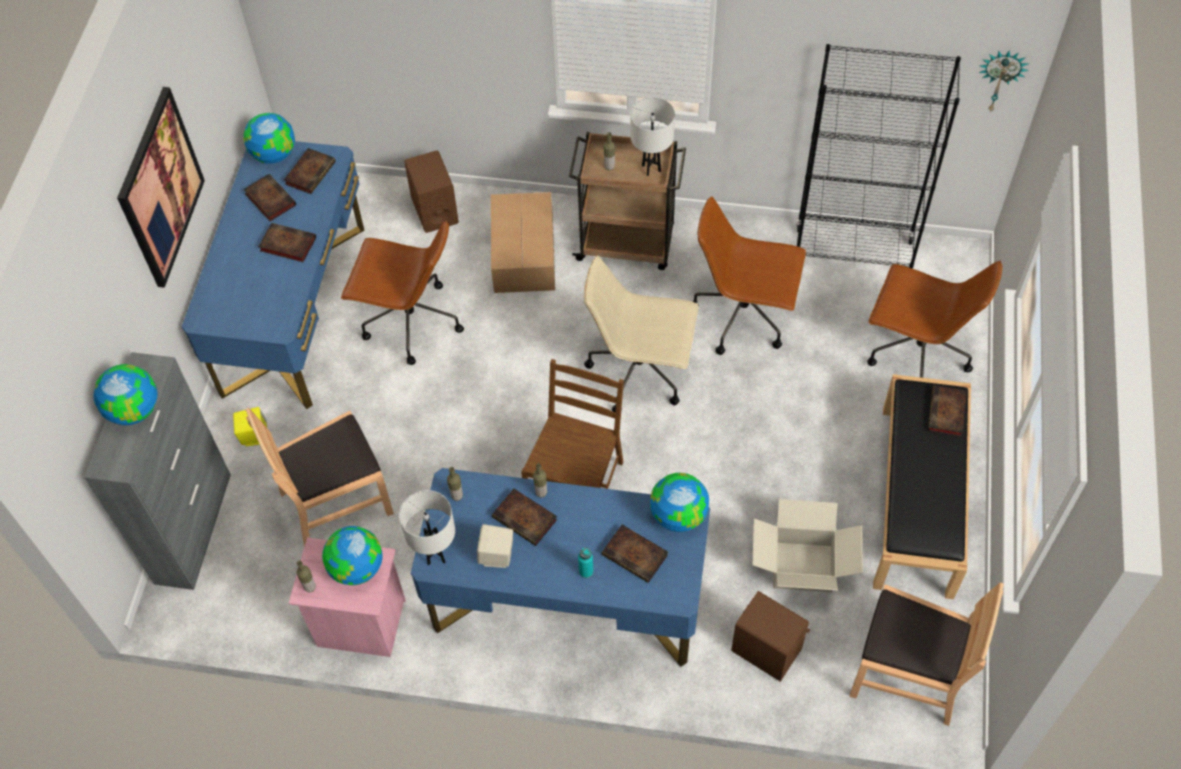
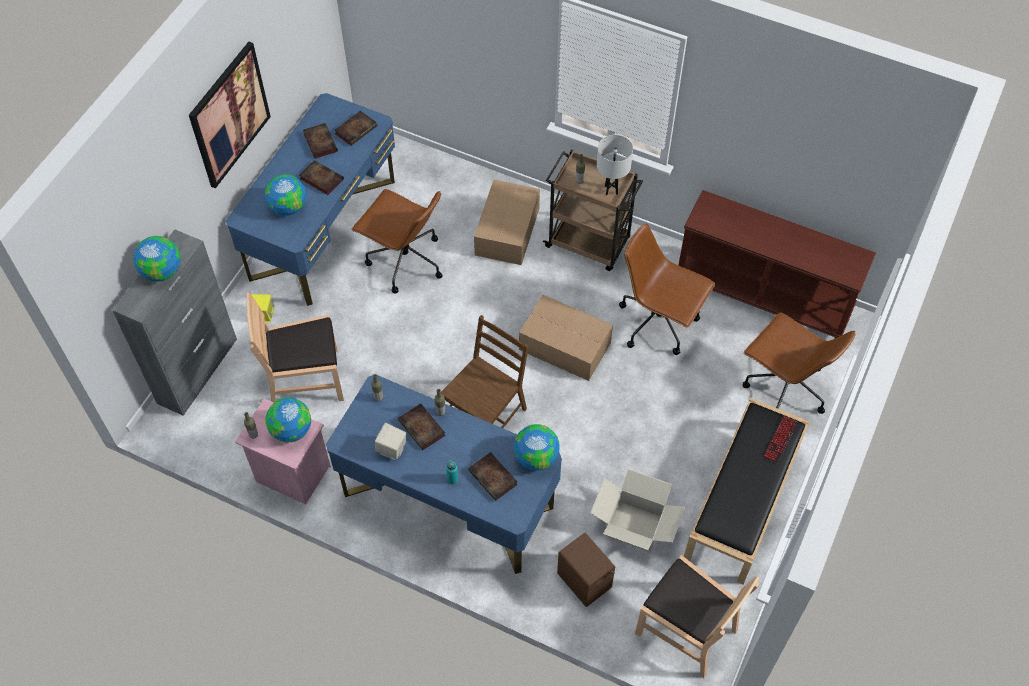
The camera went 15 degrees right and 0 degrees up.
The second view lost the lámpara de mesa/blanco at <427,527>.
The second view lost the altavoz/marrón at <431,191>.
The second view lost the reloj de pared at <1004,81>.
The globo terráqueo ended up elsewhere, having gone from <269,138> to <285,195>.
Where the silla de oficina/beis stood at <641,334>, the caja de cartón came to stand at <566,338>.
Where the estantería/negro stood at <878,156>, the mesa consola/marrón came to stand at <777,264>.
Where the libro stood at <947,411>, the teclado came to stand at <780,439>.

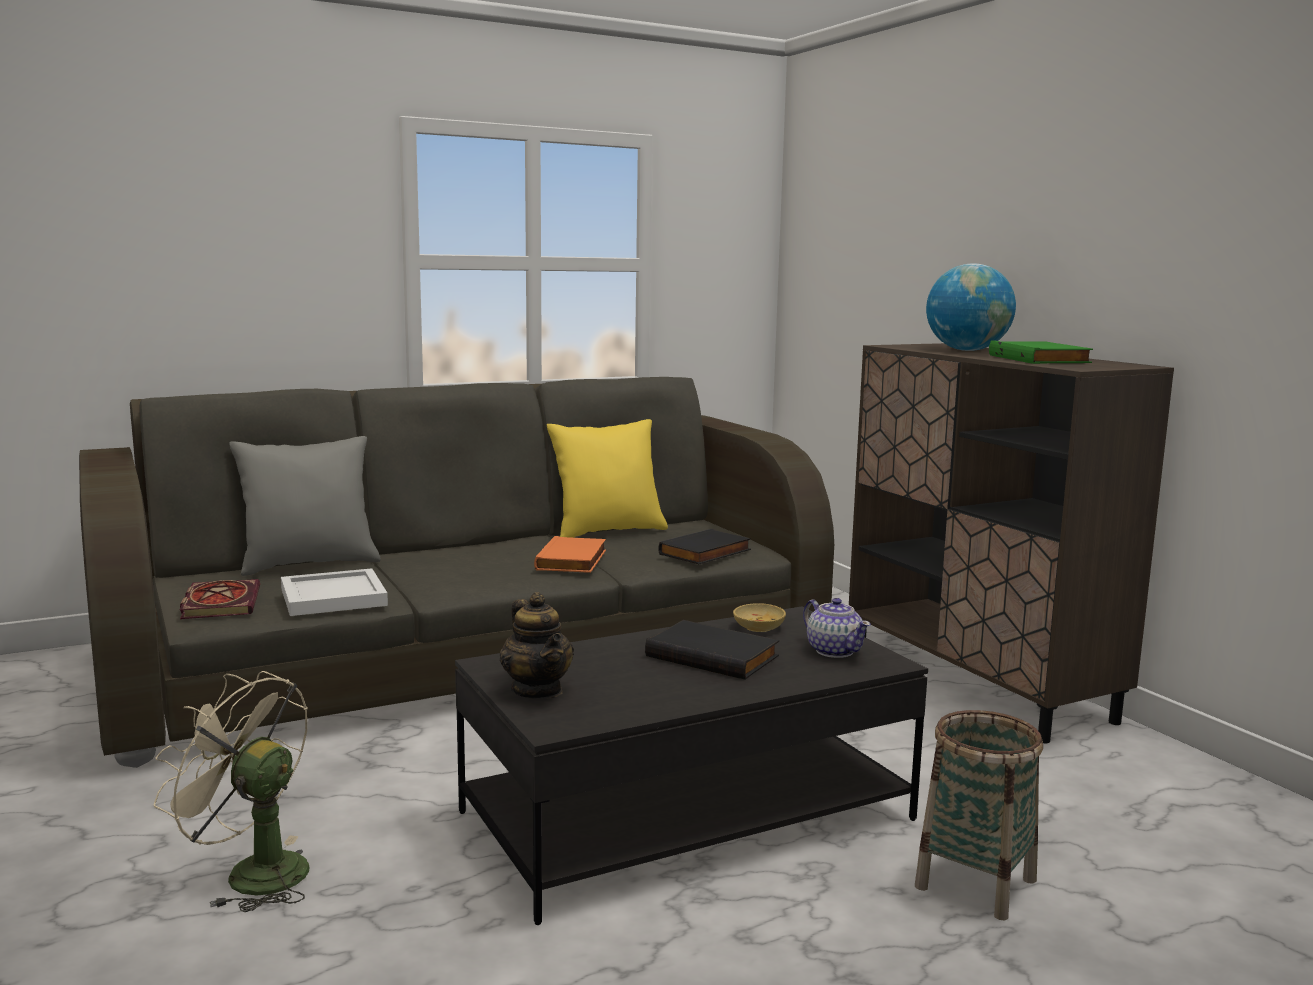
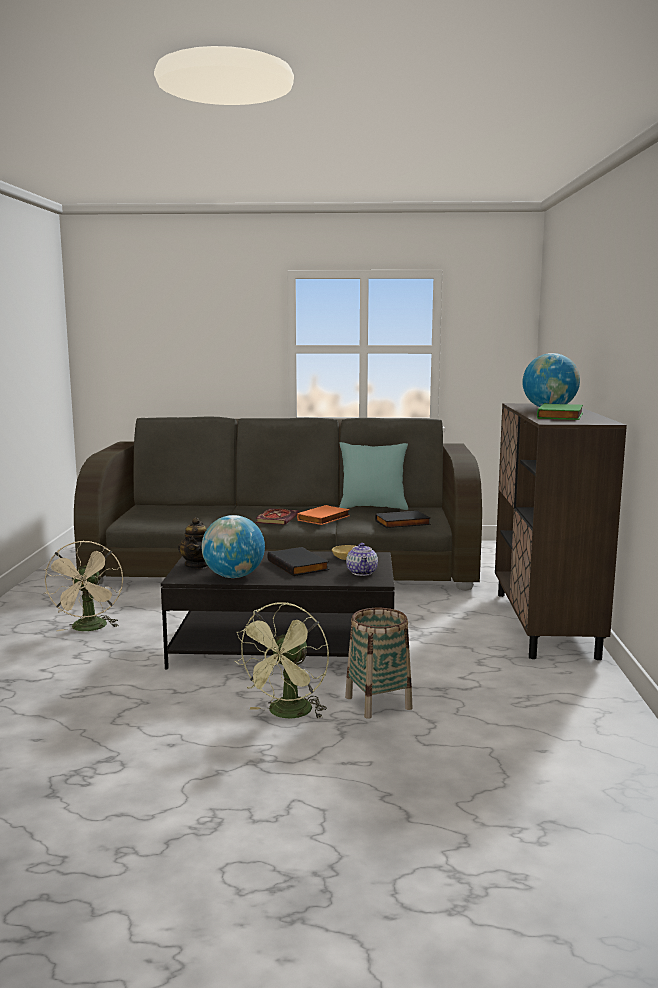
The camera went 30 degrees right and 0 degrees up.
The second view lost the cojín/gris at <305,506>.
The second view lost the bandeja/blanco at <334,592>.
The second view gained the globo terráqueo at <233,546>.
The second view gained the ventilador/verde at <281,660>.
The libro ended up elsewhere, having gone from <220,599> to <277,517>.
What was the cojín/amarillo at <607,478> turned into the cojín/turquesa at <373,476>.
The ventilador/beis at <231,791> ended up facing another way, 150 degrees counterclockwise from before.

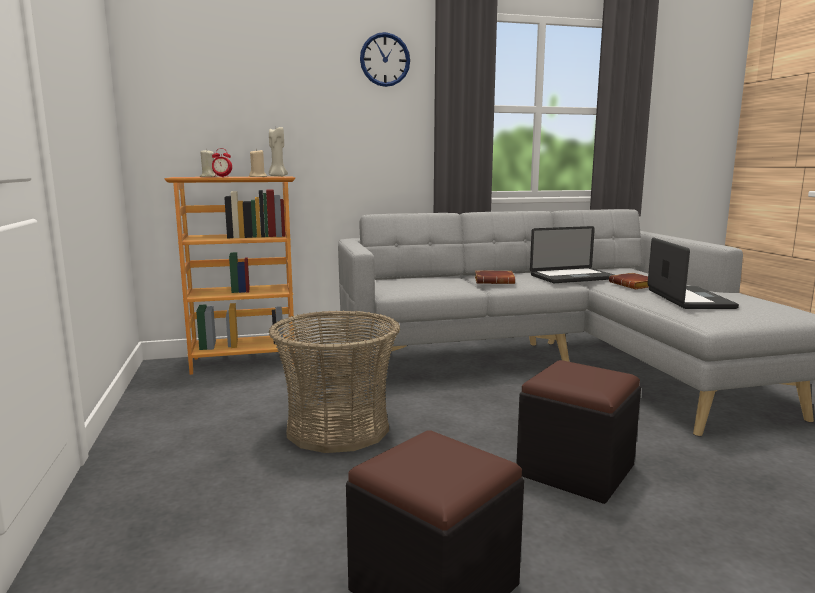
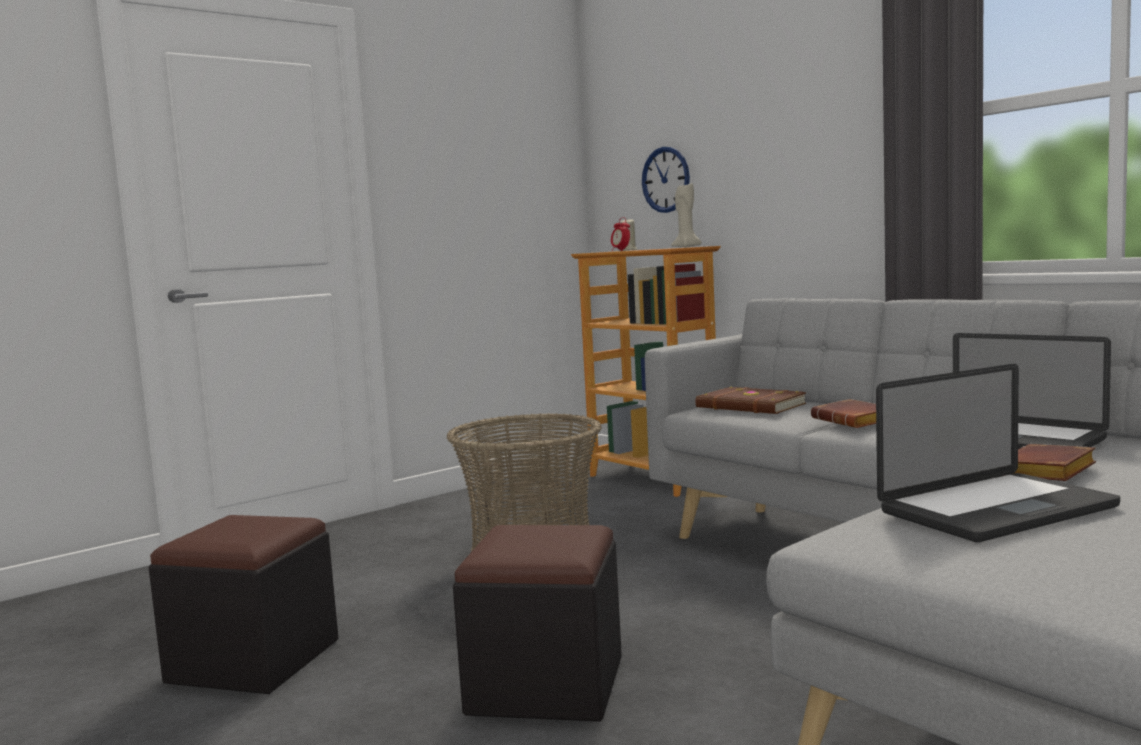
The camera went 65 degrees right and 5 degrees down.
The second view lost the vela/beis at <258,163>.
The second view gained the libro/marrón at <751,400>.
The reloj de pared ended up elsewhere, having gone from <385,59> to <666,180>.

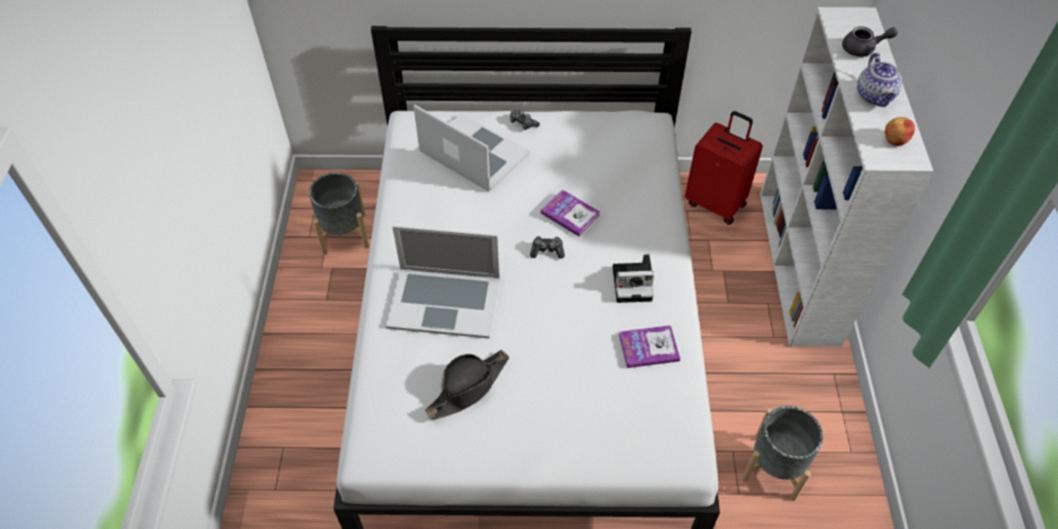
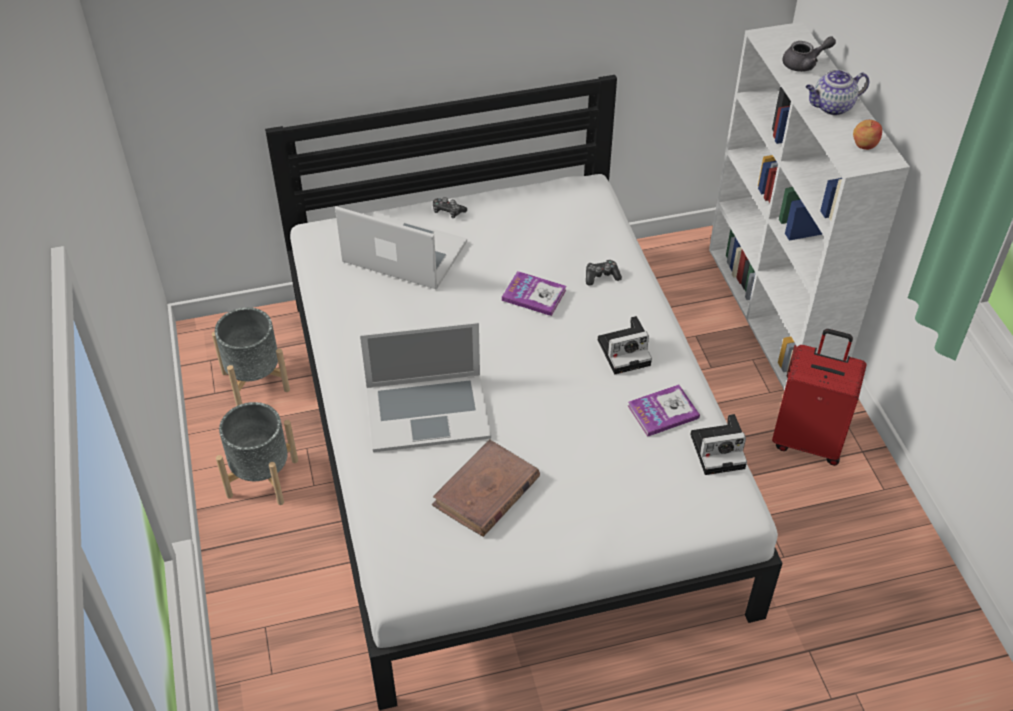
The camera went 15 degrees left and 5 degrees down.
The second view gained the cámara at <719,444>.
The mando de consola ended up elsewhere, having gone from <547,247> to <604,272>.
The maleta/rojo ended up elsewhere, having gone from <724,168> to <819,397>.
The maceta/gris ended up elsewhere, having gone from <782,453> to <257,453>.
Where the sombrero/negro stood at <467,385>, the libro/marrón came to stand at <486,488>.
The tetera at <879,80> ended up facing another way, 90 degrees clockwise from before.

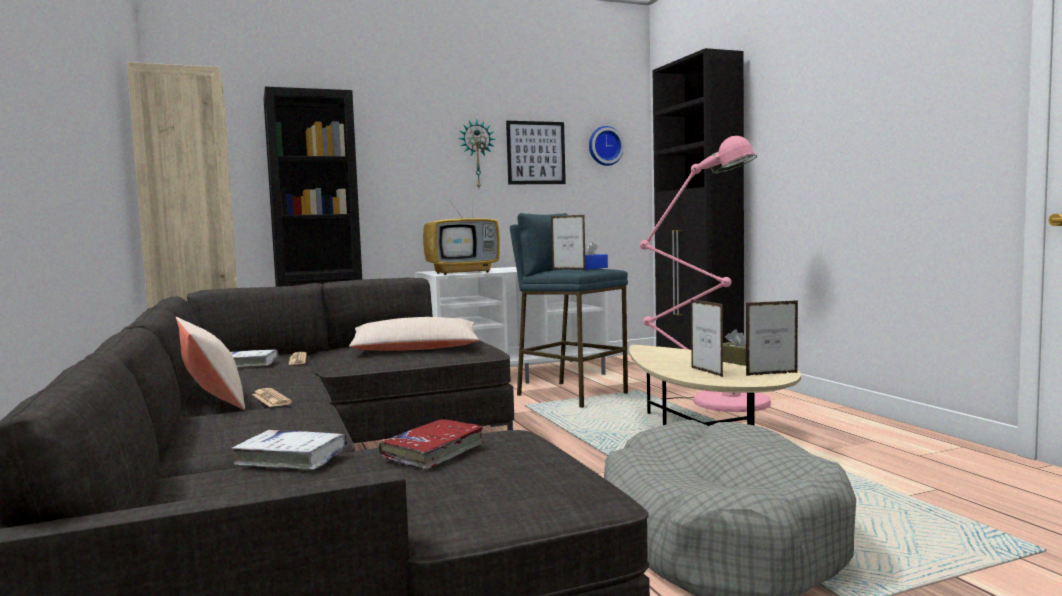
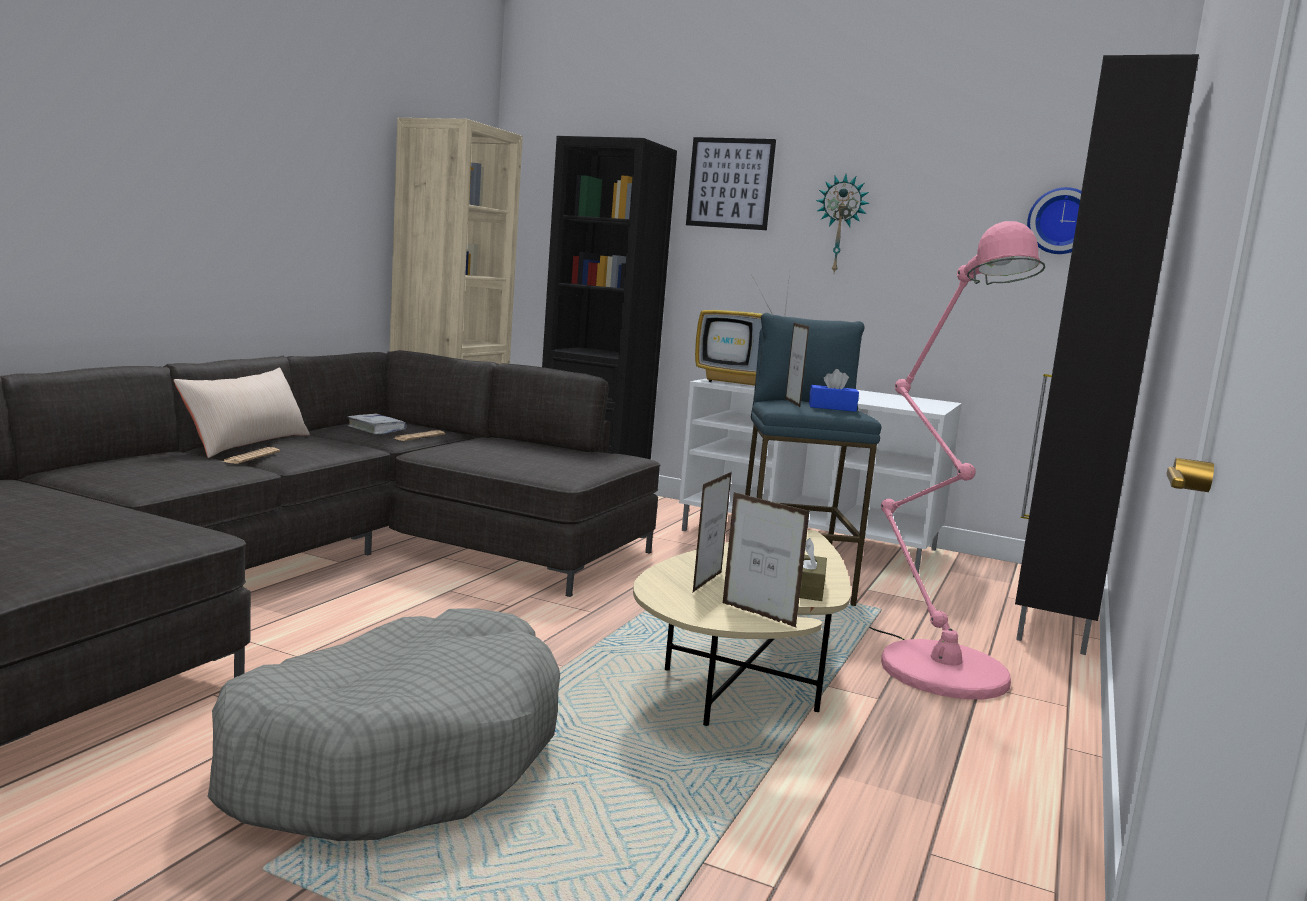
The camera went 45 degrees right and 5 degrees up.
The second view lost the libro/blanco at <289,450>.
The second view lost the cojín/beis at <414,334>.
The second view lost the libro/rojo at <431,444>.
The cuadro ended up elsewhere, having gone from <536,152> to <731,183>.

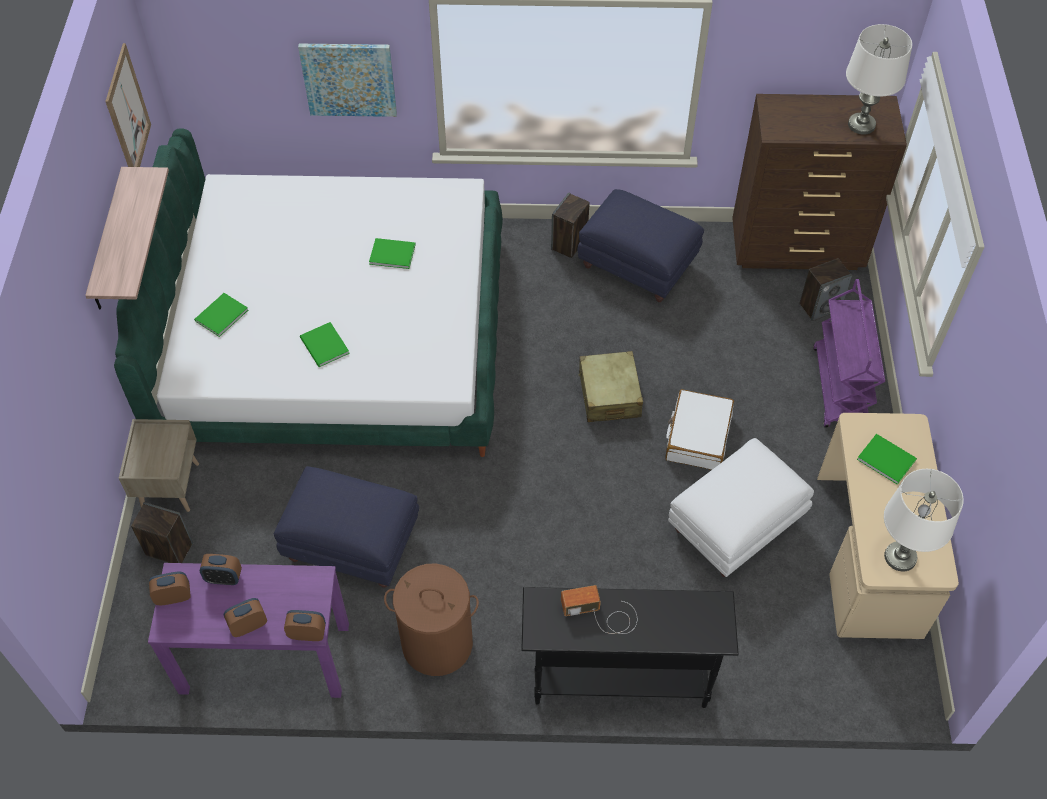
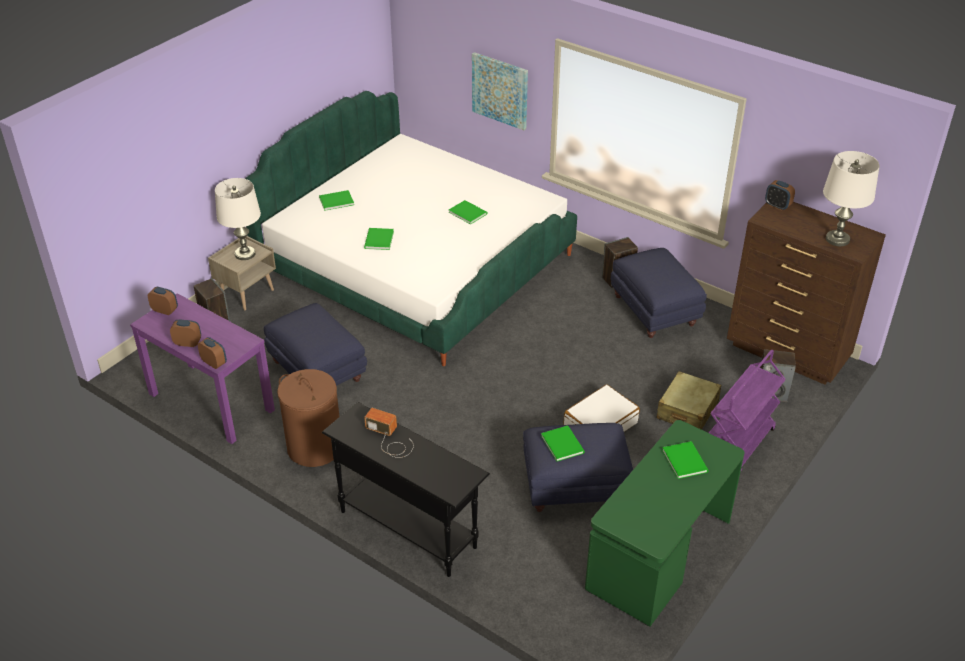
The camera went 35 degrees right and 15 degrees down.
The second view lost the estante at <127,238>.
The second view lost the cuadro at <128,105>.
The second view gained the libro/verde at <563,443>.
The despertador ended up elsewhere, having gone from <220,569> to <780,195>.
The maleta/beis ended up elsewhere, having gone from <611,386> to <688,400>.
The lámpara de mesa/blanco ended up elsewhere, having gone from <924,520> to <238,219>.
What was the puf/blanco at <741,507> turned into the puf/azul at <578,467>.
What was the escritorio/beis at <888,526> turned into the escritorio/verde at <665,523>.

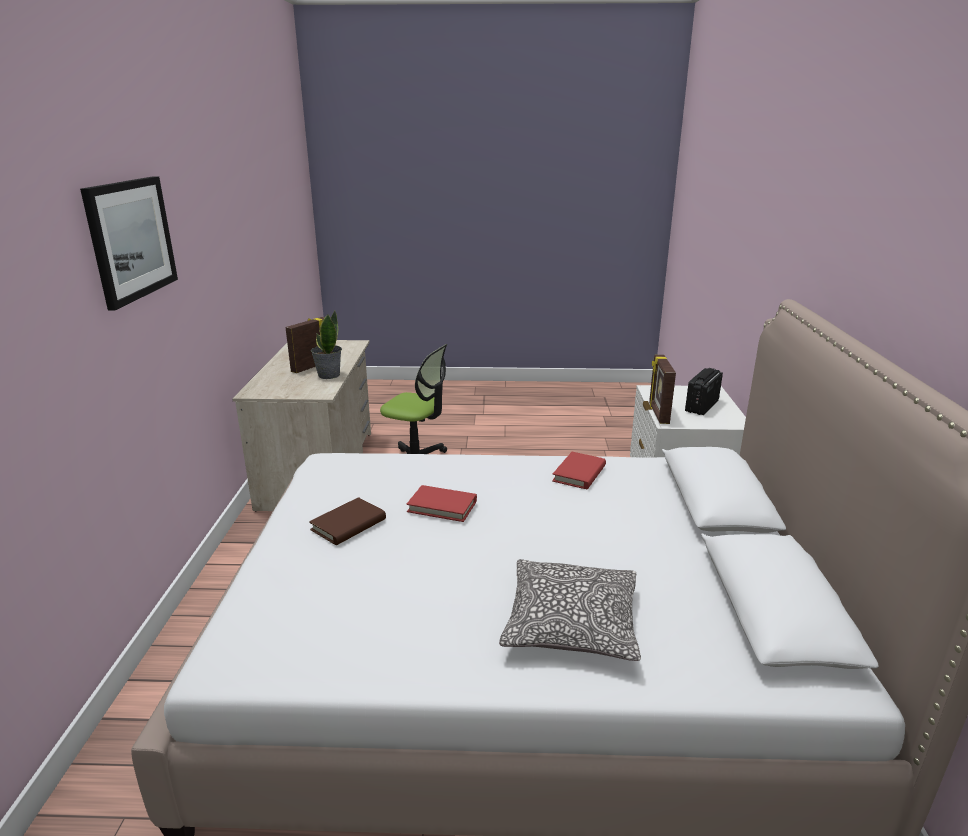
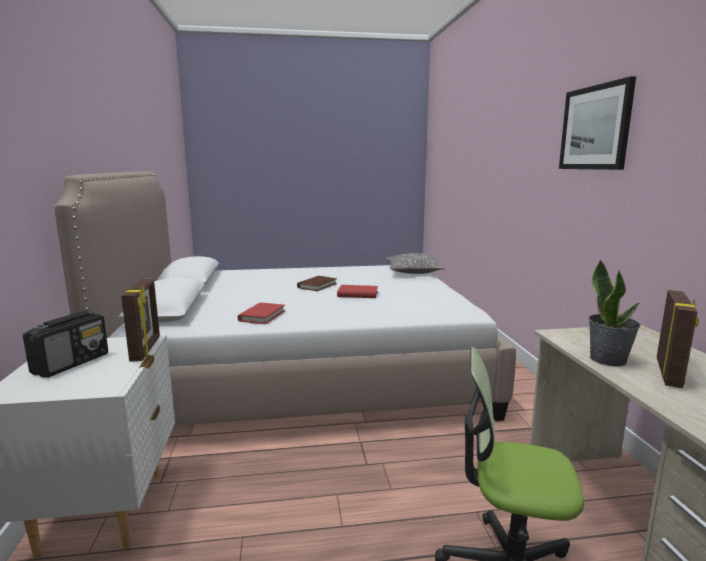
The camera went 170 degrees right and 10 degrees down.
The libro/marrón ended up elsewhere, having gone from <347,521> to <317,283>.
The cojín ended up elsewhere, having gone from <570,610> to <415,263>.

